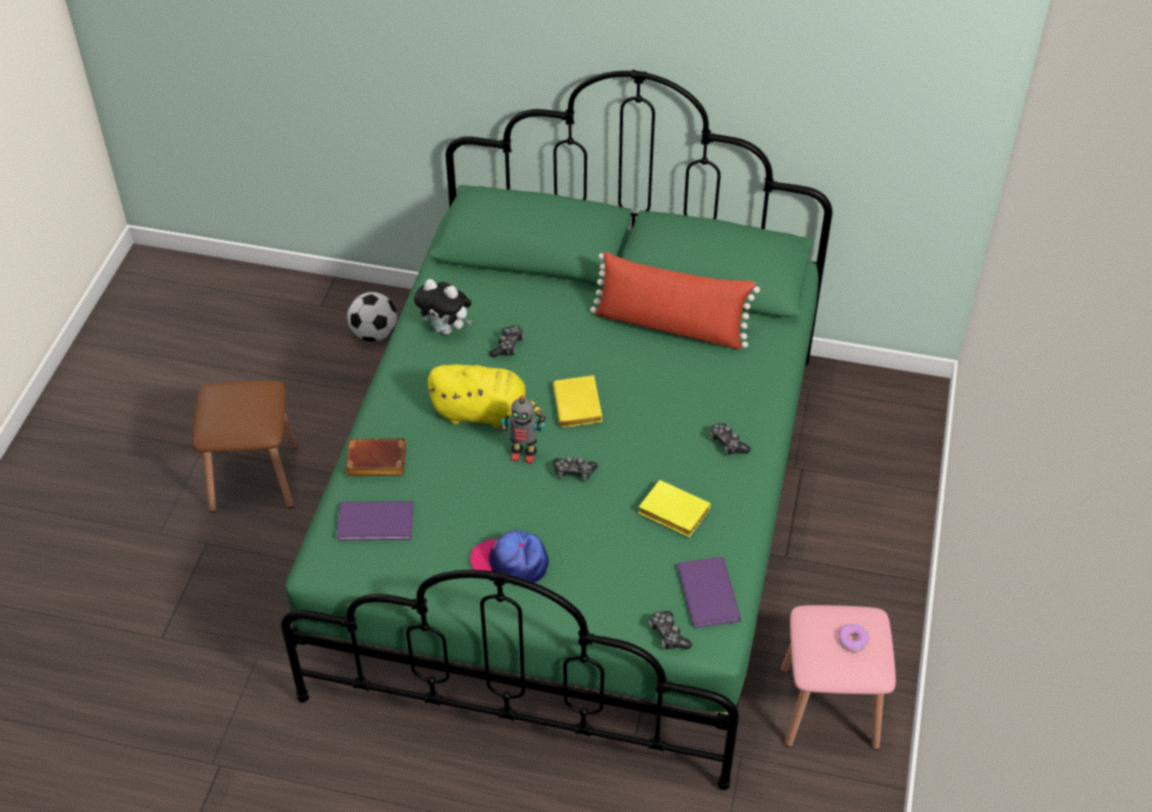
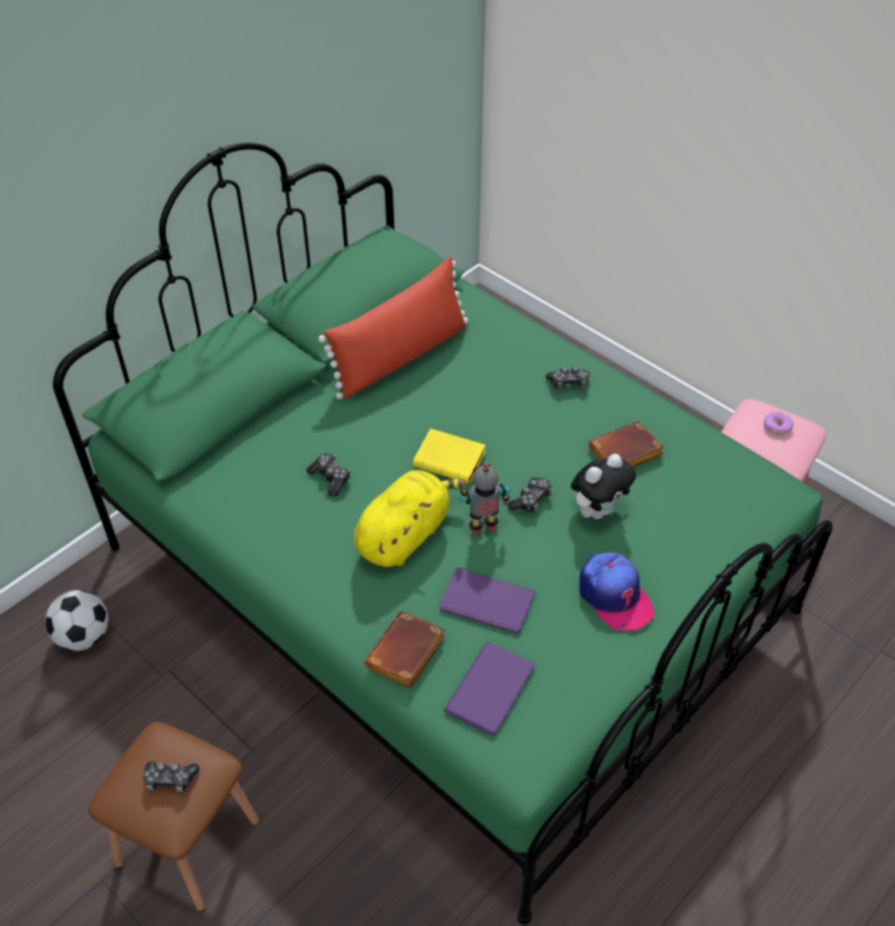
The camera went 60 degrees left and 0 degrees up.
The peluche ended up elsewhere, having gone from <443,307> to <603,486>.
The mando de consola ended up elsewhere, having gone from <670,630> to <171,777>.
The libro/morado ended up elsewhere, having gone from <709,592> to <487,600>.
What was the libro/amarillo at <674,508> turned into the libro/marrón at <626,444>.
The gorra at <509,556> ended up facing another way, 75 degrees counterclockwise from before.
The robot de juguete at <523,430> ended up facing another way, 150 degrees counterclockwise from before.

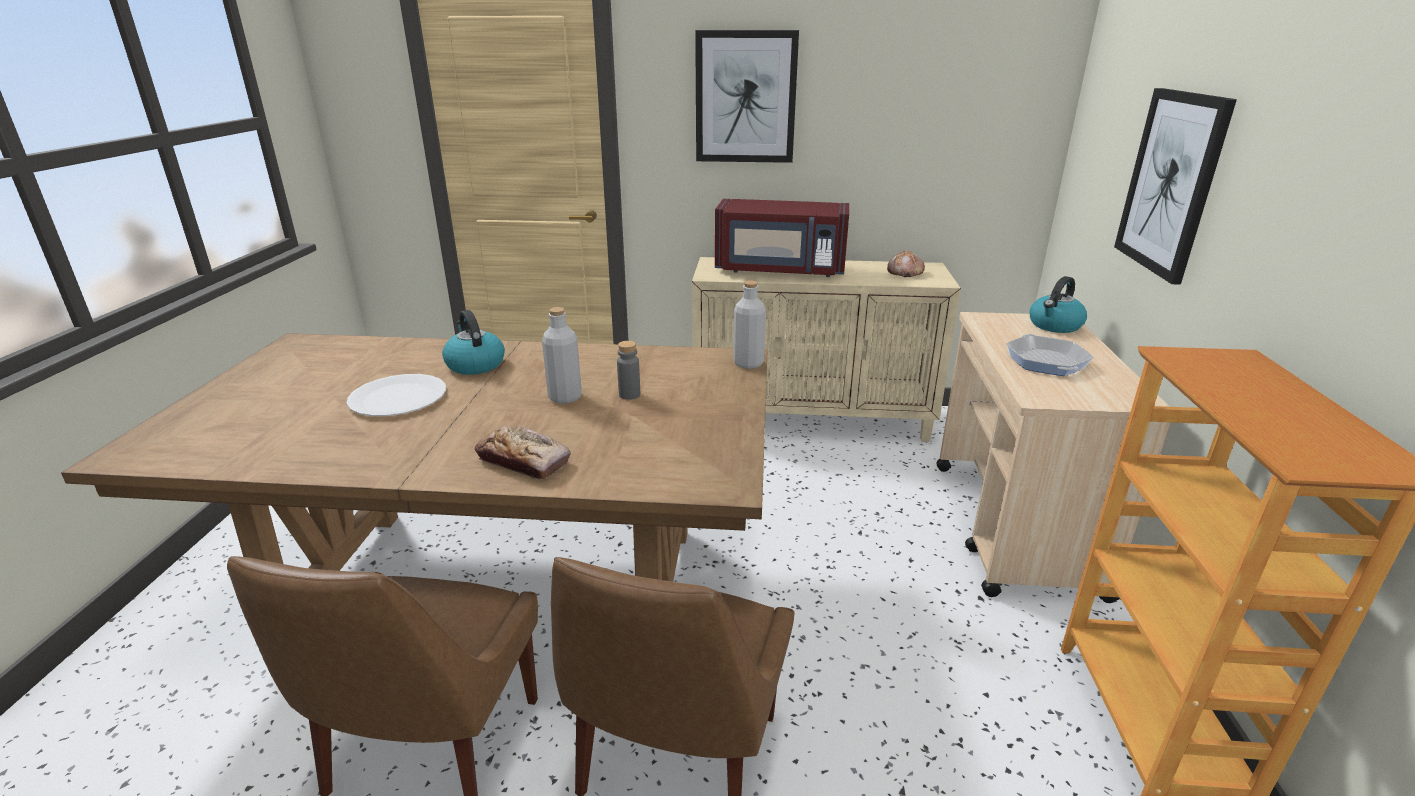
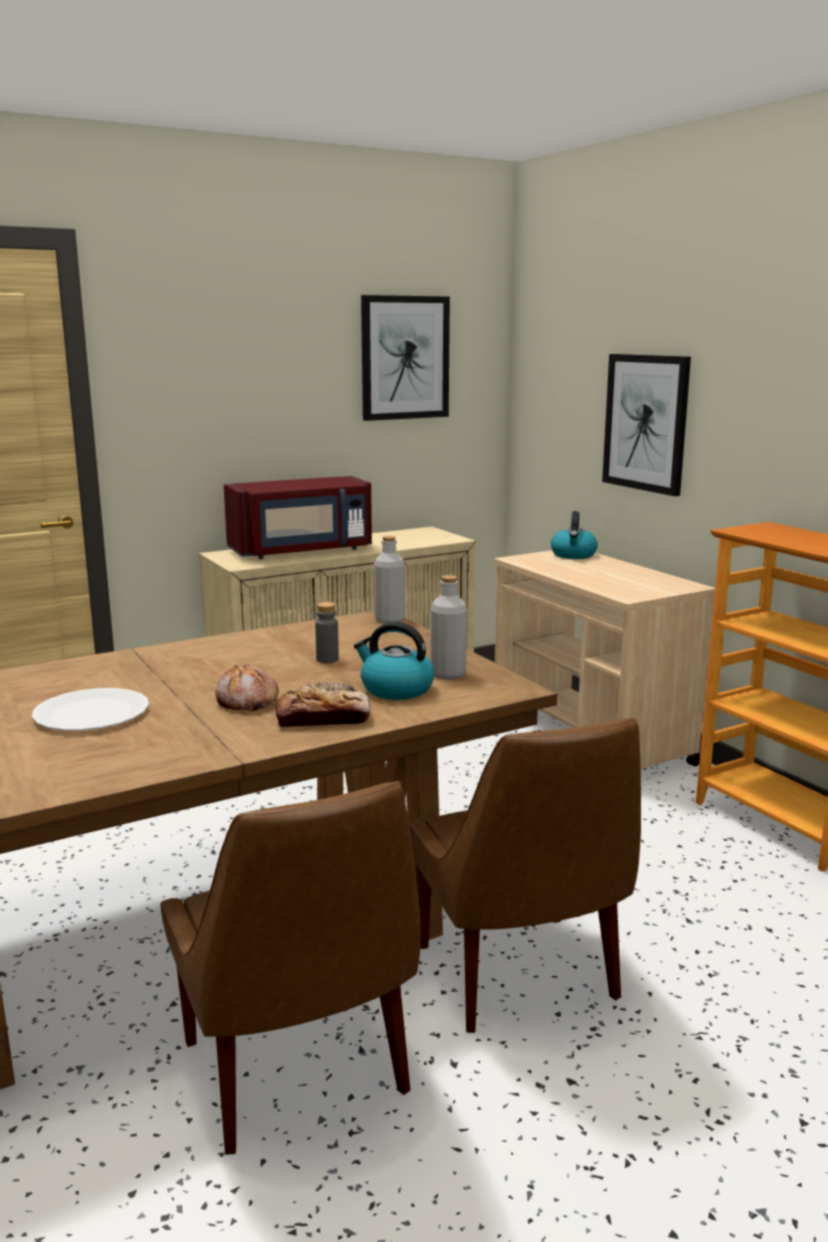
The camera went 35 degrees left and 10 degrees down.
The second view lost the sartén at <1050,355>.
The hervidor ended up elsewhere, having gone from <473,342> to <394,661>.
The botella/gris ended up elsewhere, having gone from <562,355> to <448,627>.
The cuadro ended up elsewhere, having gone from <747,96> to <405,358>.
The pan ended up elsewhere, having gone from <906,264> to <247,687>.

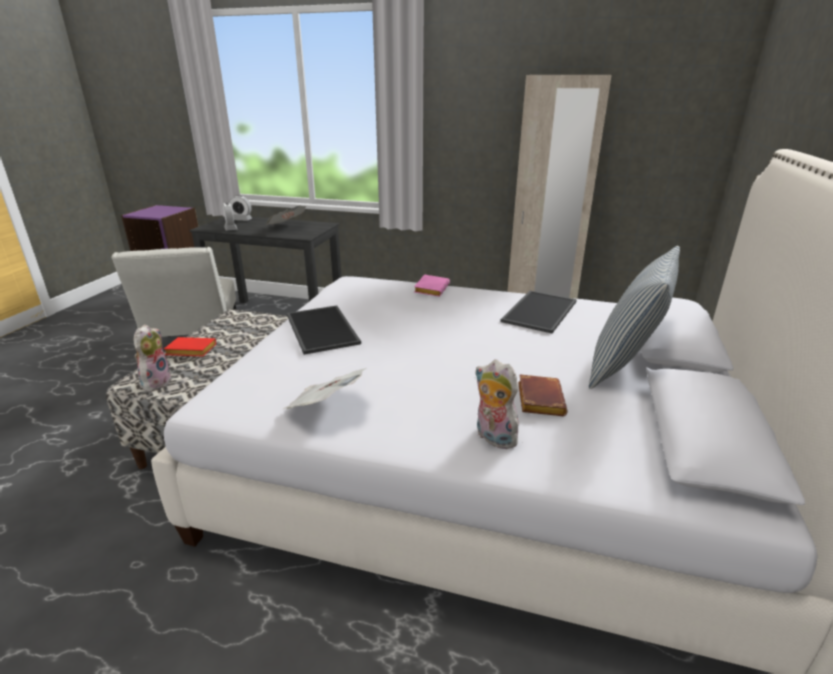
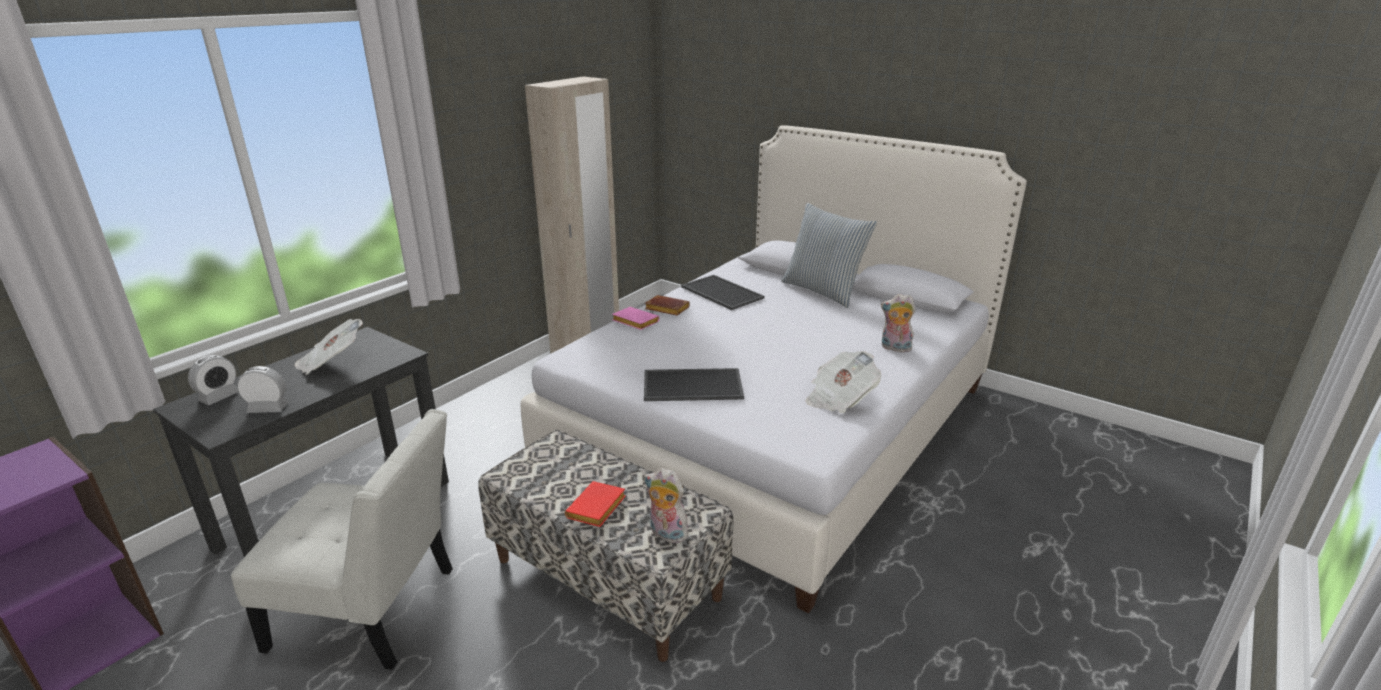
The camera went 70 degrees left and 0 degrees up.
The libro/marrón ended up elsewhere, having gone from <543,395> to <667,305>.
The peluche at <498,404> ended up facing another way, 45 degrees clockwise from before.

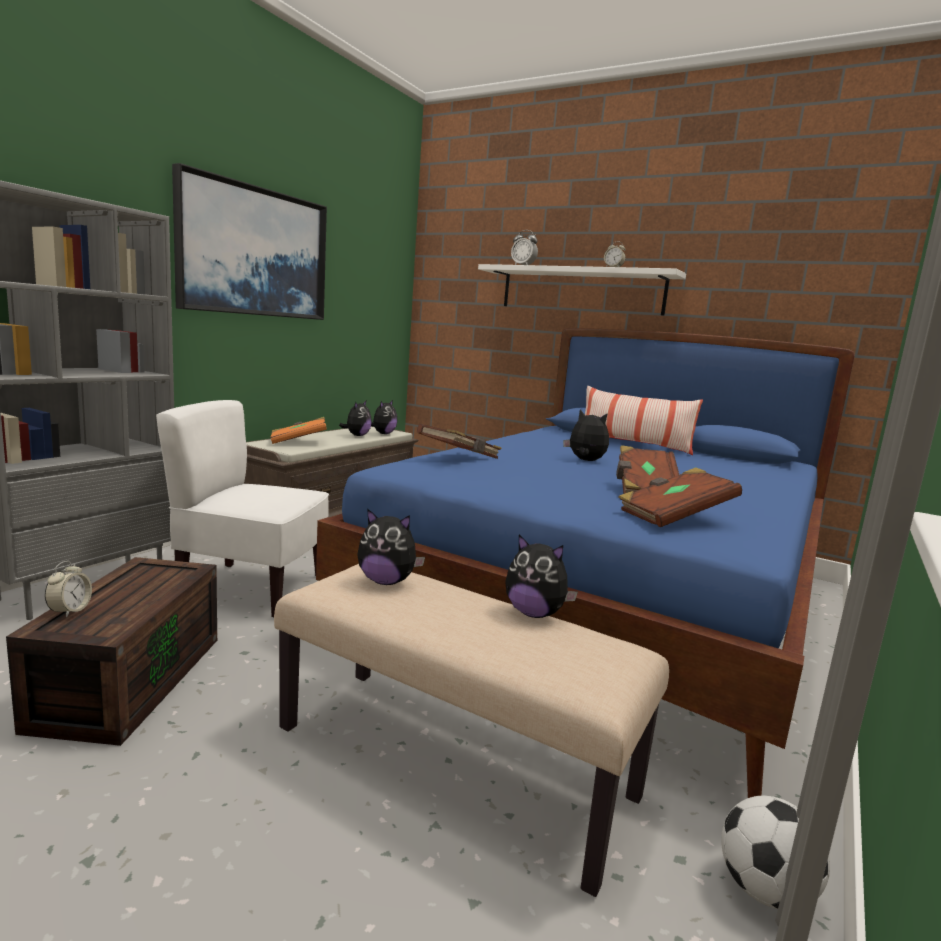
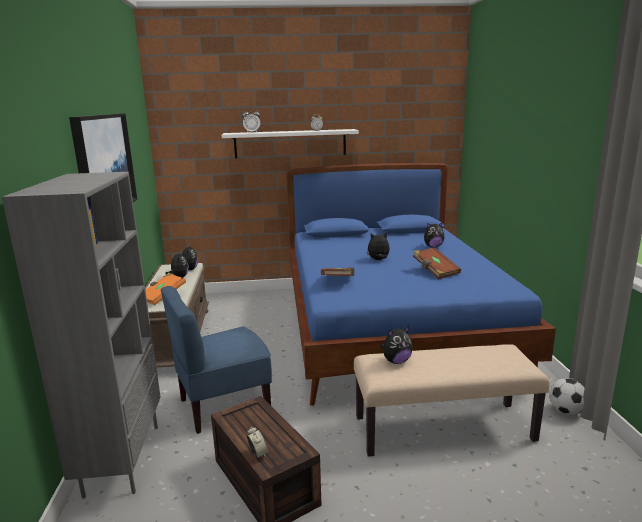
The camera went 35 degrees left and 5 degrees up.
The second view lost the cojín at <644,420>.
The second view lost the libro/marrón at <680,497>.
The peluche ended up elsewhere, having gone from <541,576> to <434,235>.
What was the silla/blanco at <242,509> turned into the silla/azul at <216,360>.

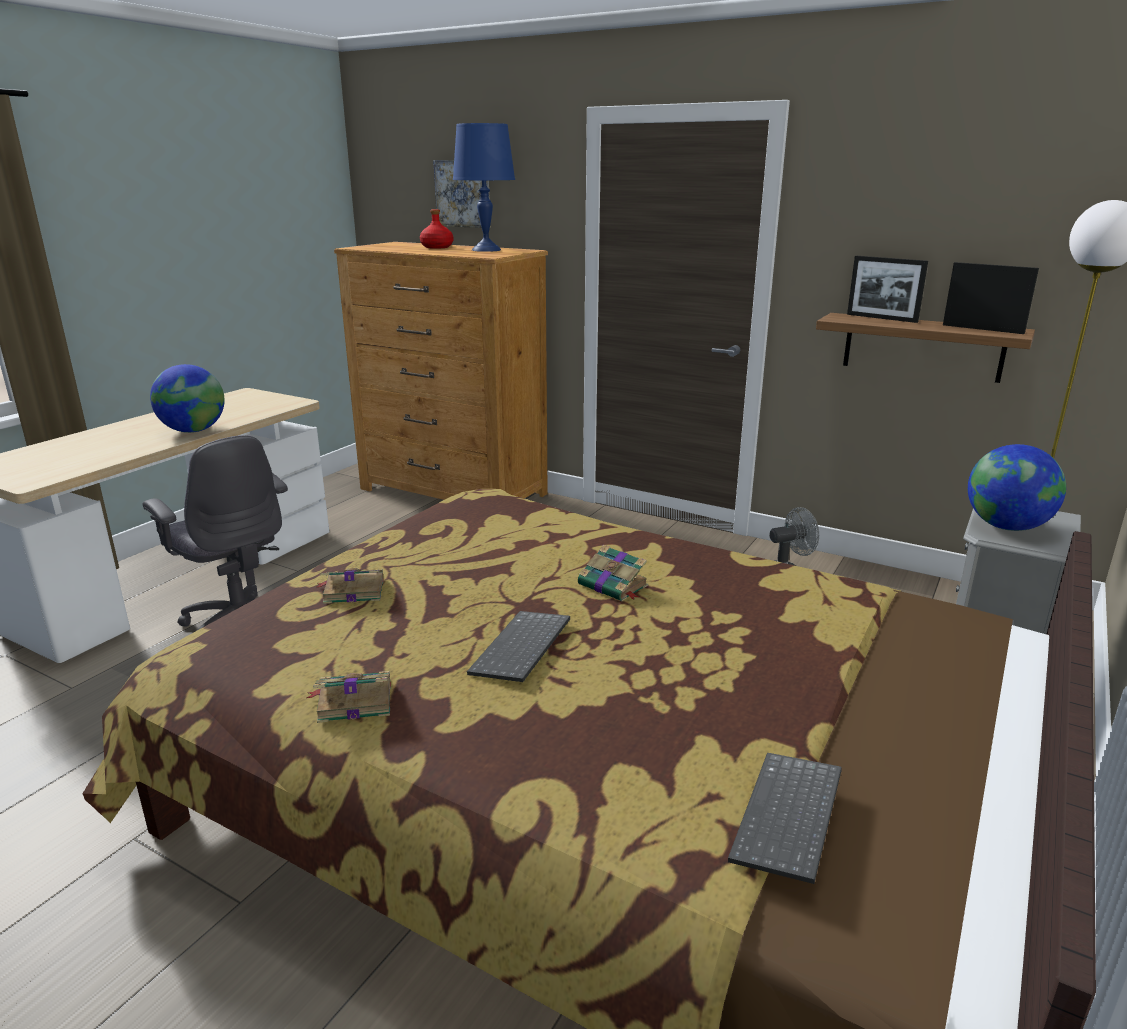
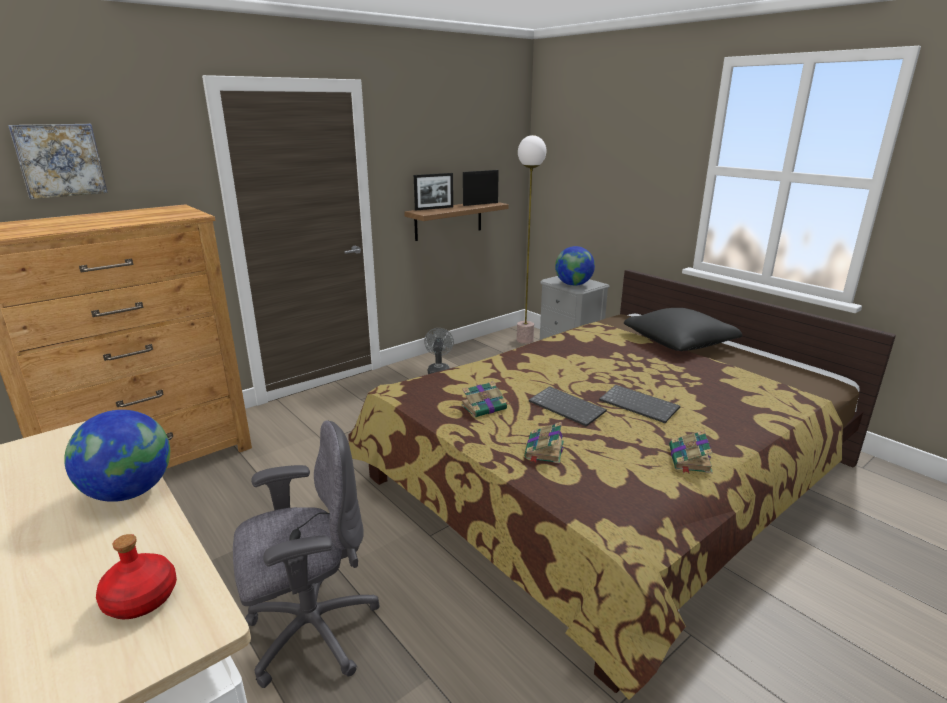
The camera went 70 degrees left and 0 degrees up.
The second view lost the lámpara de mesa/azul at <484,187>.
The second view gained the cojín/negro at <683,329>.
The botella/rojo ended up elsewhere, having gone from <436,229> to <136,576>.
The libro ended up elsewhere, having gone from <613,573> to <485,399>.
The teclado ended up elsewhere, having gone from <785,818> to <568,406>.

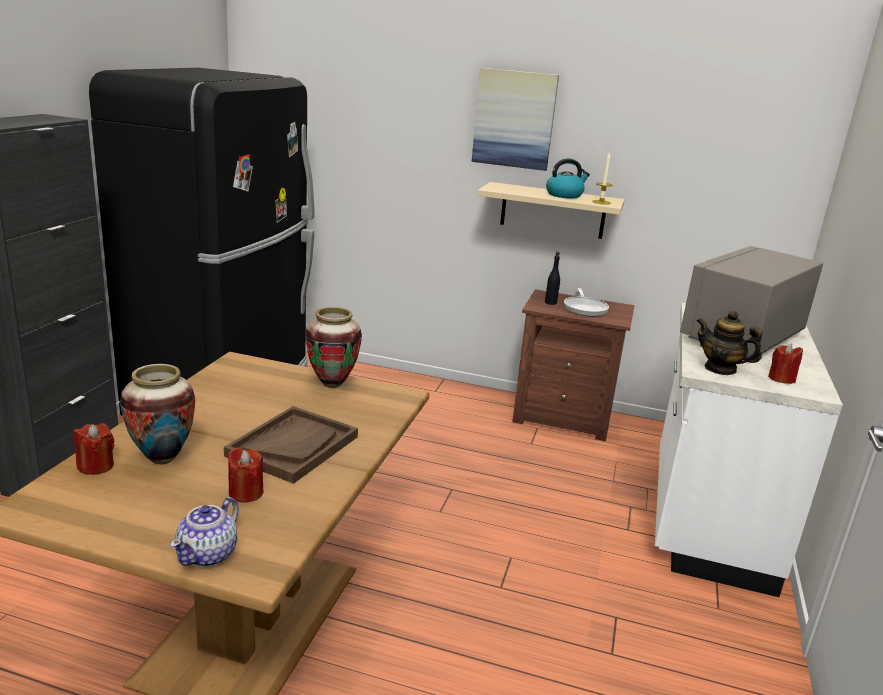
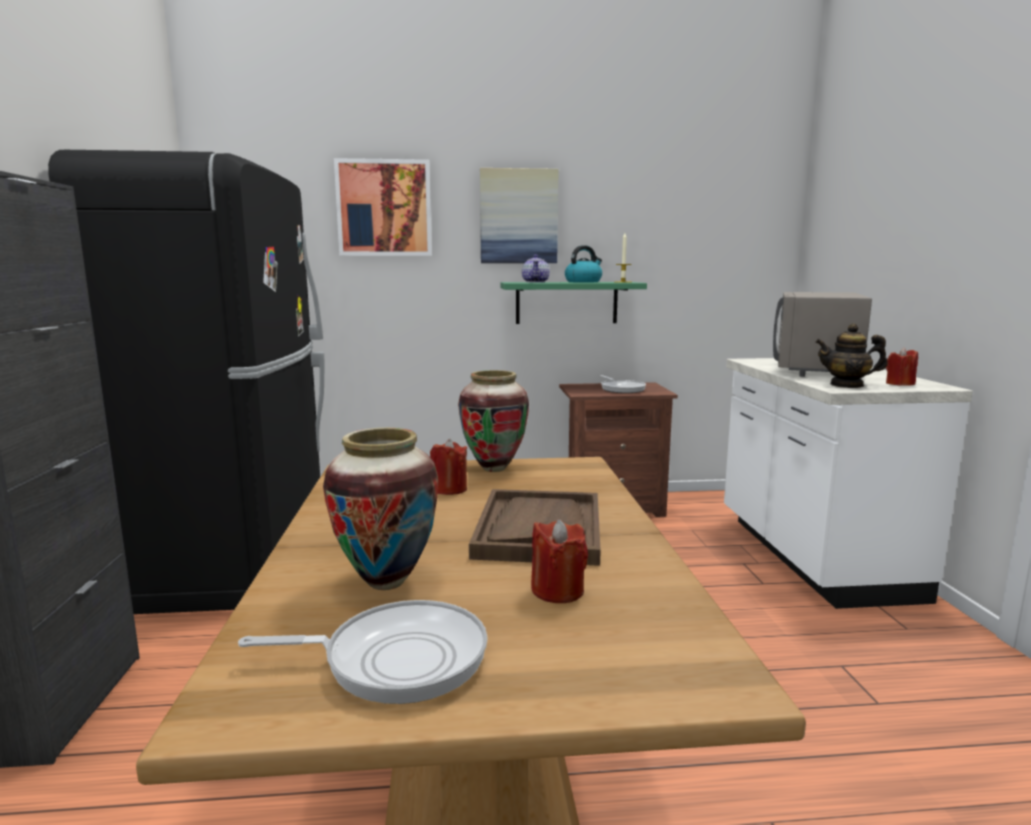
The camera went 20 degrees left and 10 degrees down.
The second view lost the botella/negro at <552,278>.
The second view gained the sartén at <363,652>.
The second view gained the cuadro at <383,207>.
The vela/rojo ended up elsewhere, having gone from <94,449> to <448,467>.
The tetera ended up elsewhere, having gone from <204,532> to <536,268>.
What was the estante/beis at <551,210> turned into the estante/verde at <573,303>.

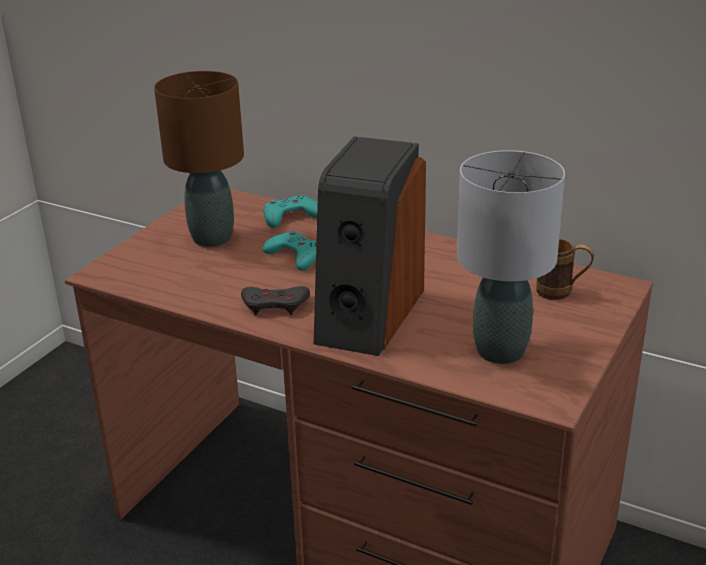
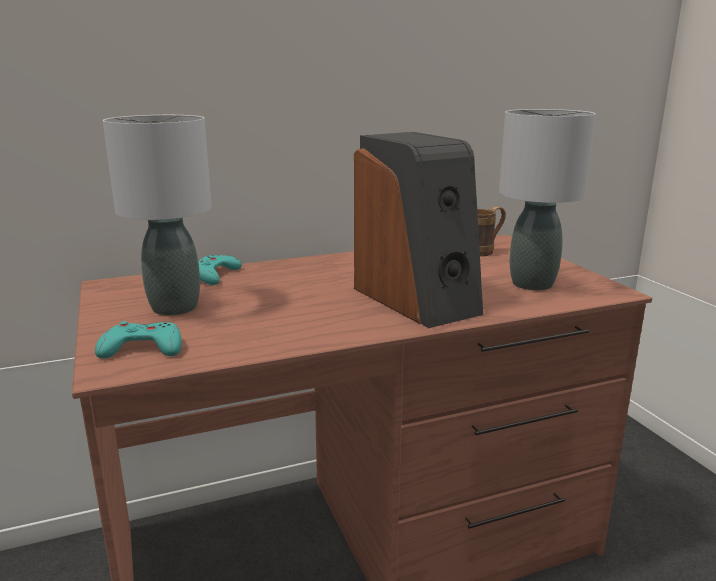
The camera went 50 degrees left and 10 degrees down.
The second view lost the mando de consola/gris at <275,301>.
The mando de consola/turquesa ended up elsewhere, having gone from <289,251> to <138,339>.
What was the lámpara de mesa/marrón at <199,159> turned into the lámpara de mesa/gris at <157,215>.

